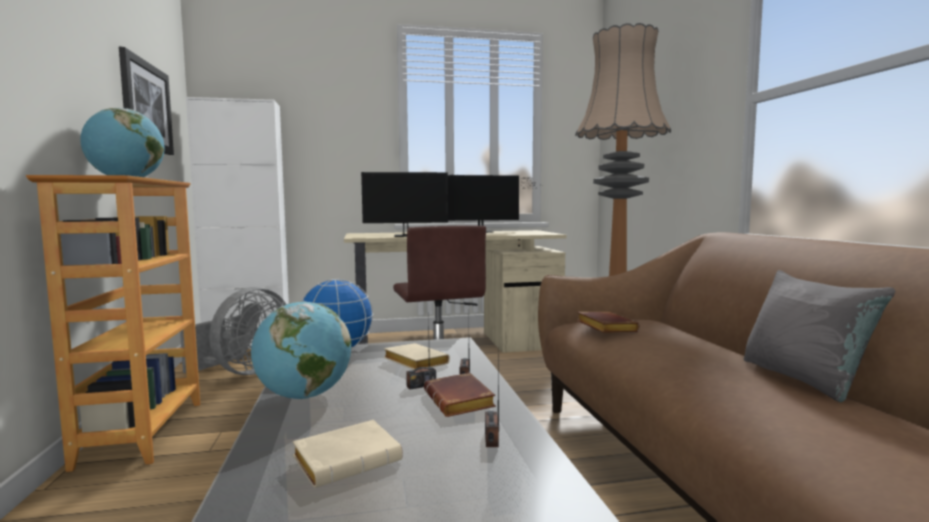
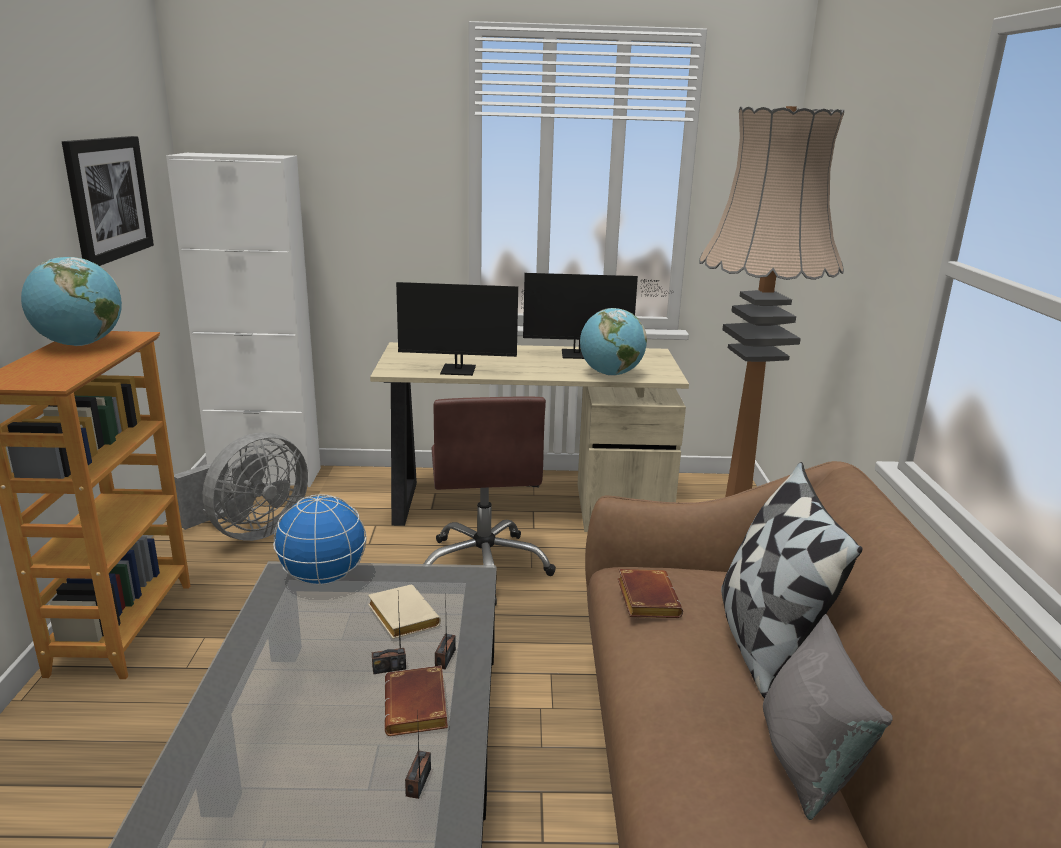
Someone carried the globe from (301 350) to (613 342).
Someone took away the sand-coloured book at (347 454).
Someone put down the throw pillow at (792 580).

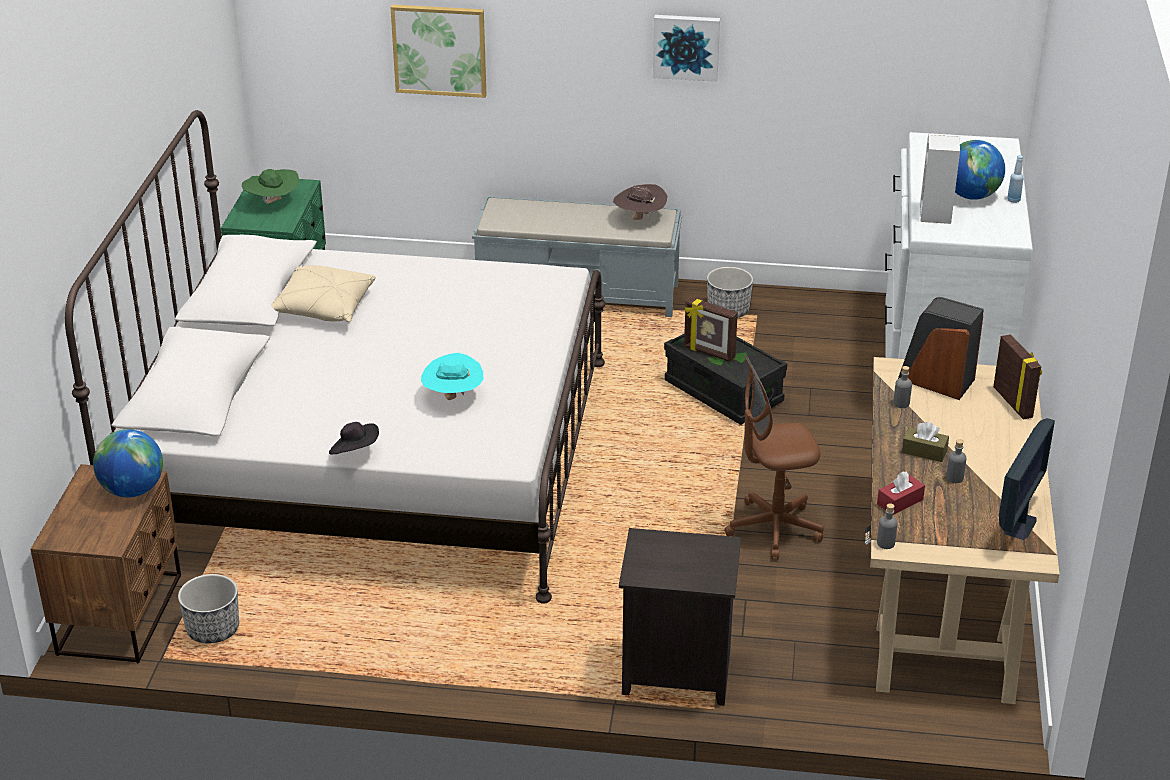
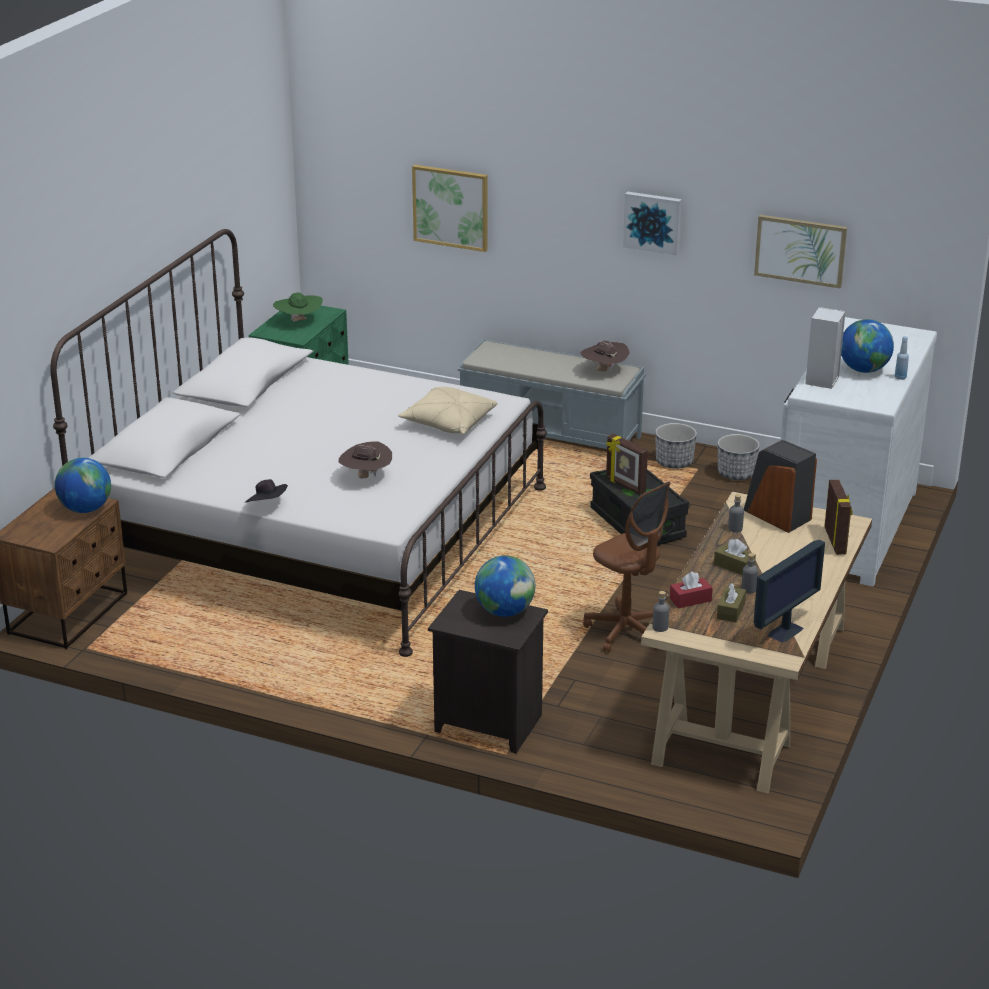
Someone carried the flower pot from (208 609) to (739 457).
Someone carried the sand-coloured throw pillow from (323 293) to (448 410).
Someone repainted the turquoise clothing hat at (452 376), which became the brownish clothing hat at (365 459).
Someone rotated the brownish office chair at (774 457) by 135 degrees counterclockwise.
Someone put down the globe at (505 586).
Someone put down the brownish tissue holder at (731 602).
Someone put up the wall picture at (800 251).

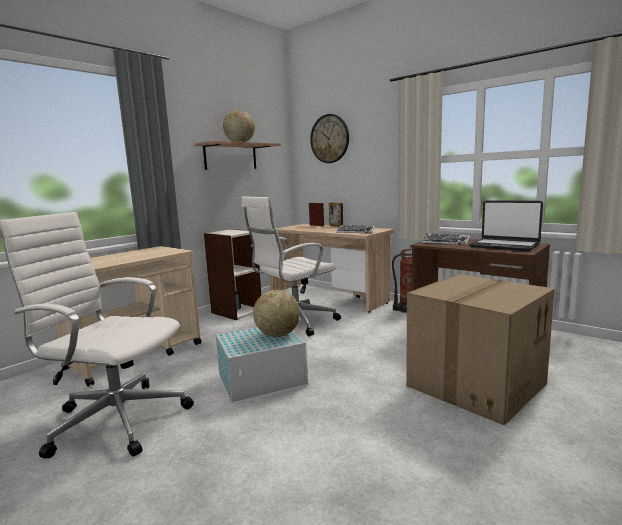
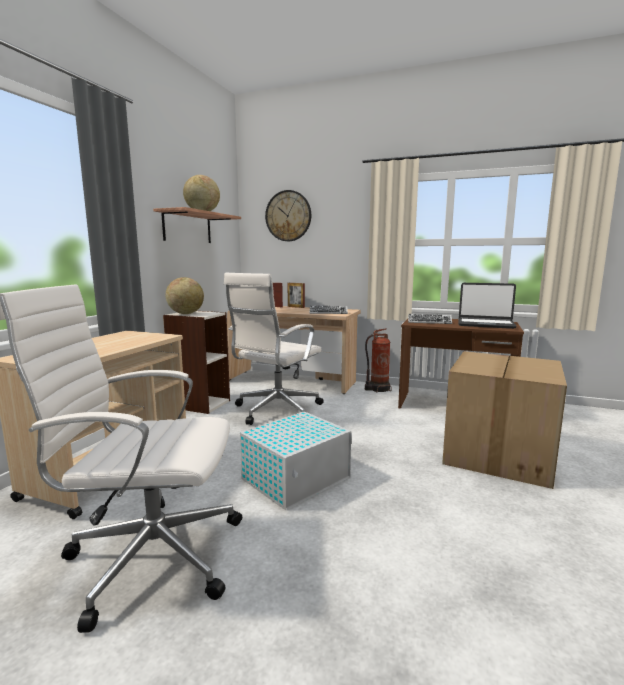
Someone carried the globe from (276 313) to (185 295).

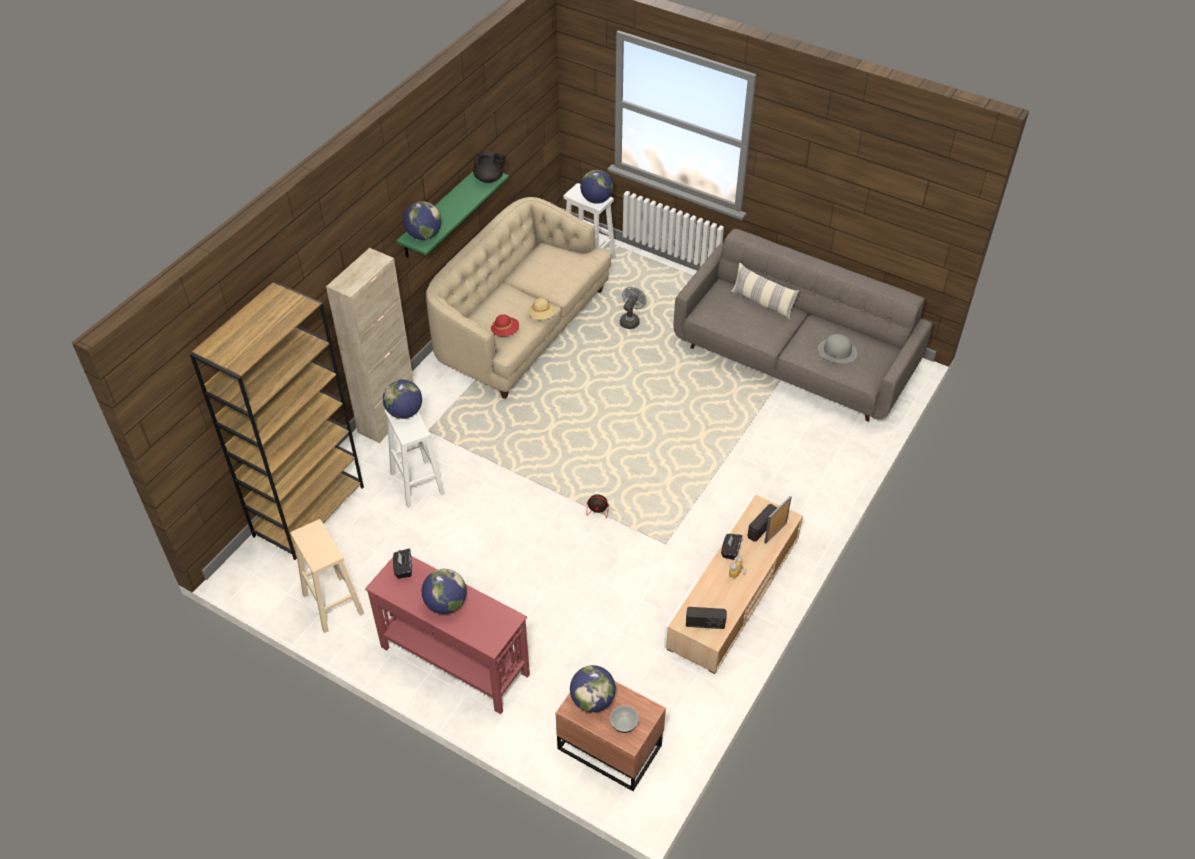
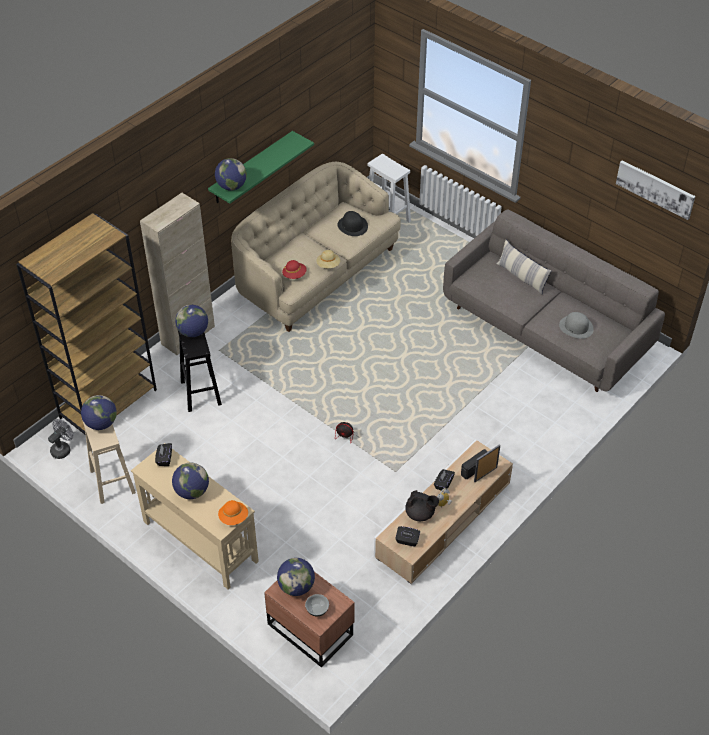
Someone repainted the red hall table at (447 632), which became the sand-coloured hall table at (195 516).
Someone repainted the white-coloured stool at (414 458), which became the black stool at (200 371).
Someone carried the black pot for tea from (489 167) to (422 505).
Someone carried the globe from (596 187) to (99 412).
Someone carried the grey electric fan from (633 308) to (61 439).
Someone swapped the radio set at (706 618) for the black tissue holder at (407 536).
Someone put down the orange-coloured clothing hat at (233 512).
Someone put down the black clothing hat at (352 223).
Someone put up the wall picture at (655 190).

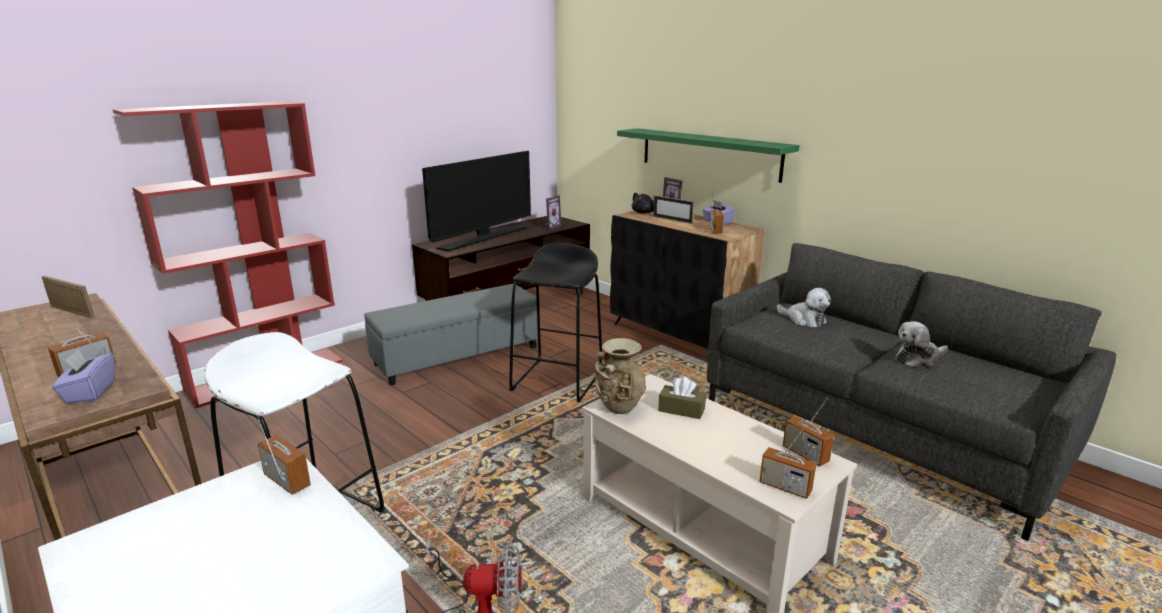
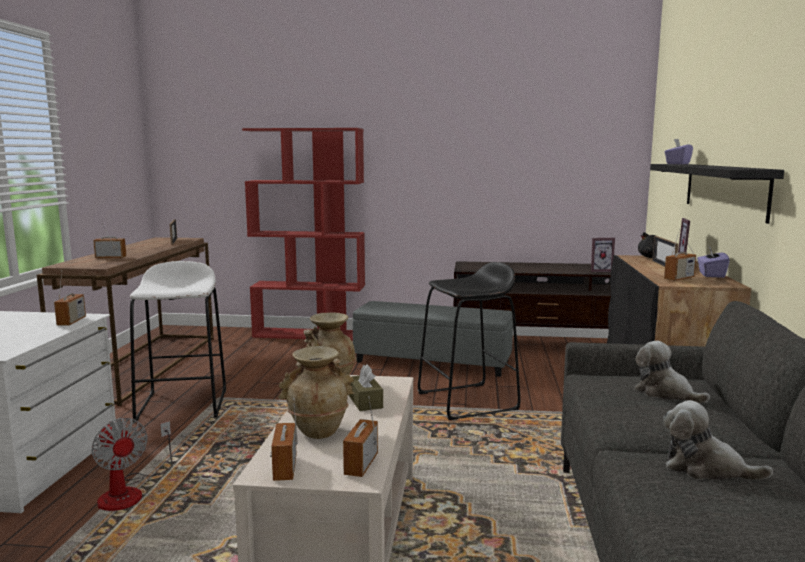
Someone carried the purple-coloured tissue holder from (83 376) to (679 151).
Someone took away the television at (476 201).
Someone repainted the greenish wall shelf at (708 155), which became the black wall shelf at (717 194).
Someone rotated the soft toy at (804 307) by 135 degrees clockwise.
Someone put down the sand-coloured decorative vase at (316 392).

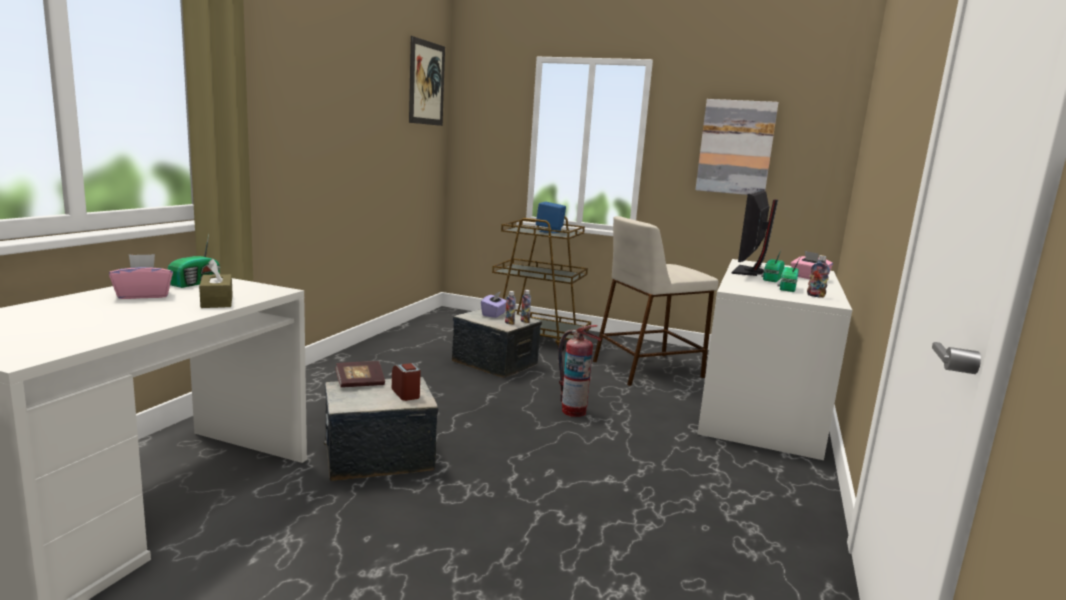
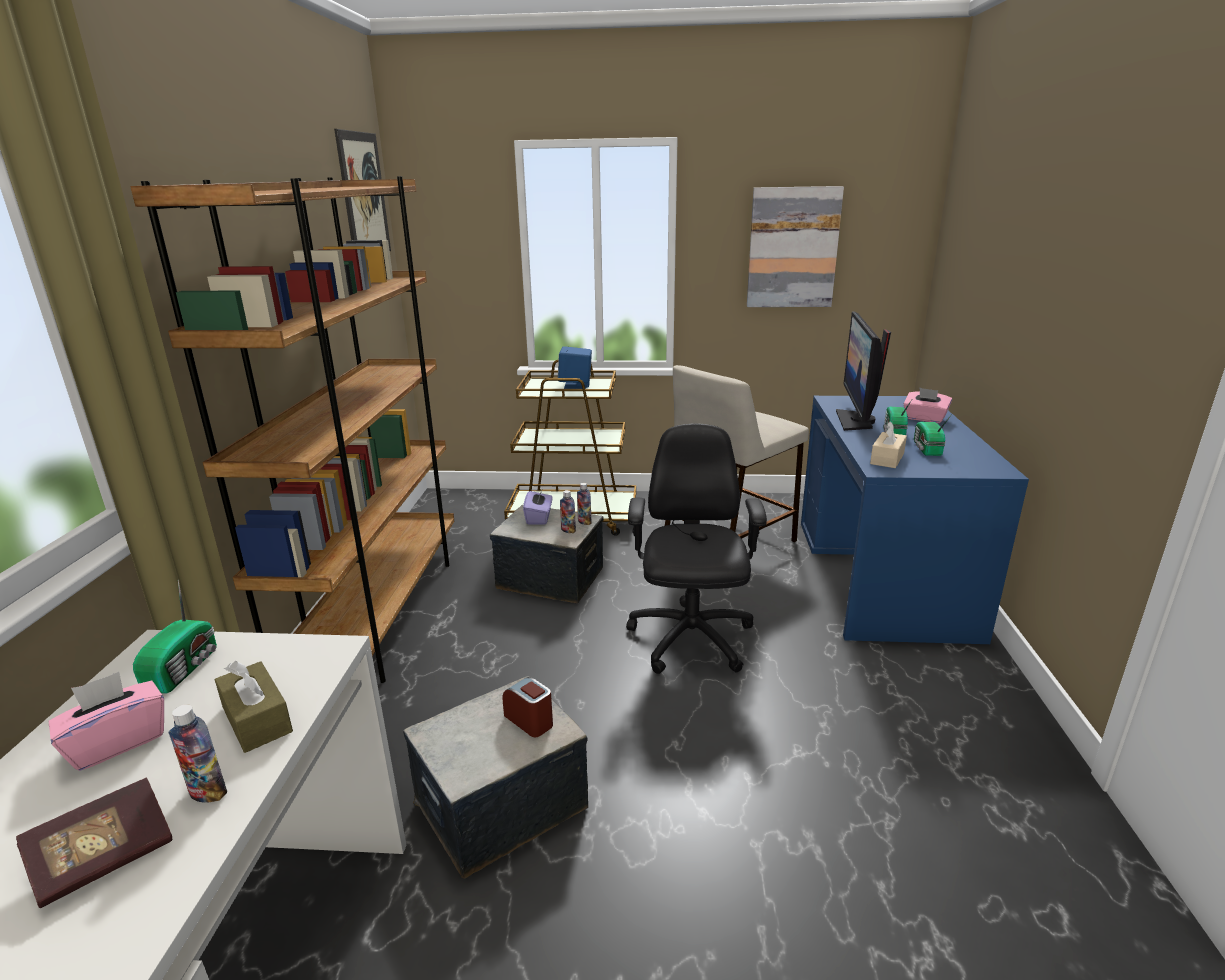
Someone carried the book from (360 374) to (94 842).
Someone swapped the extinguisher at (579 371) for the black office chair at (696 548).
Someone repainted the white-coloured desk table at (774 359), which became the bluish desk table at (915 520).
Someone carried the drink bottle from (818 276) to (198 753).
Someone put down the brownish shelving unit at (292 429).
Someone put down the sand-coloured tissue holder at (888 444).

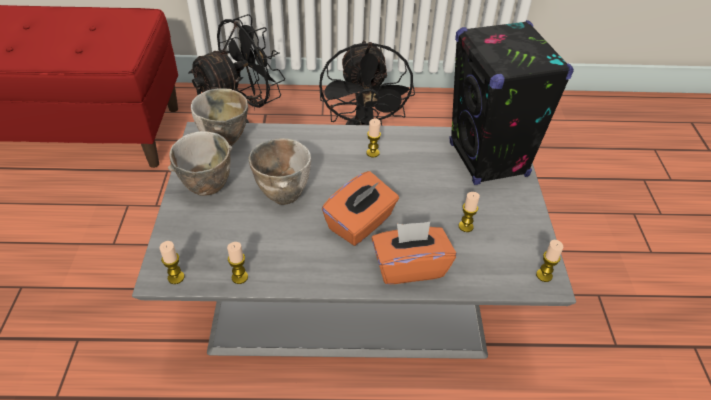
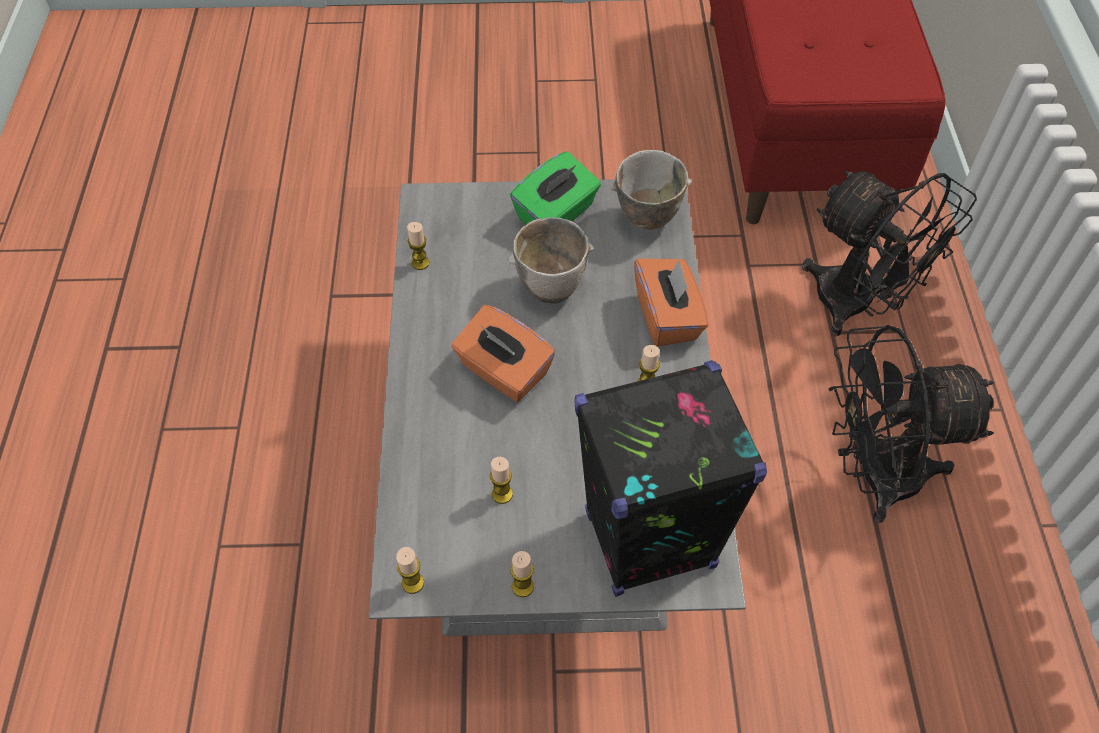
Someone carried the wax candle from (172 262) to (522 574).
Someone swapped the serving bowl at (200 163) for the greenish tissue holder at (555 188).
Someone carried the orange-coloured tissue holder from (413 253) to (671 302).

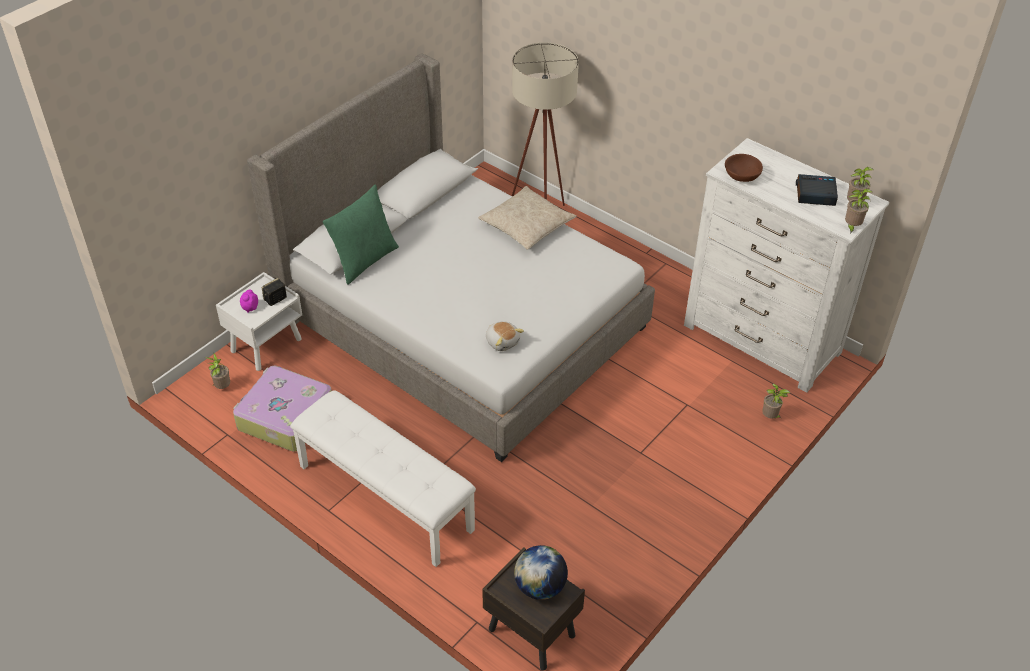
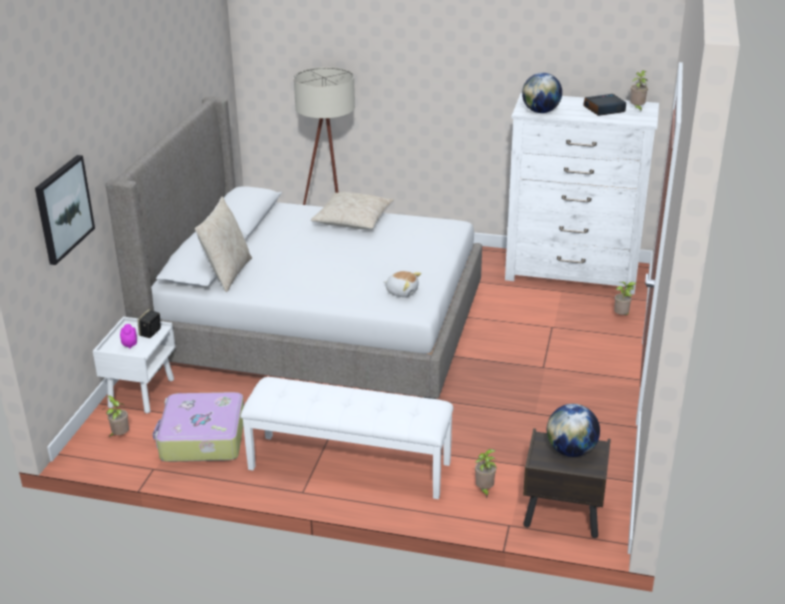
Someone repainted the greenish throw pillow at (361 234), which became the sand-coloured throw pillow at (223 244).
Someone swapped the brownish serving bowl at (744 168) for the globe at (542 93).
Someone carried the plant in a pot from (858 211) to (486 473).
Someone put up the wall picture at (65 210).

